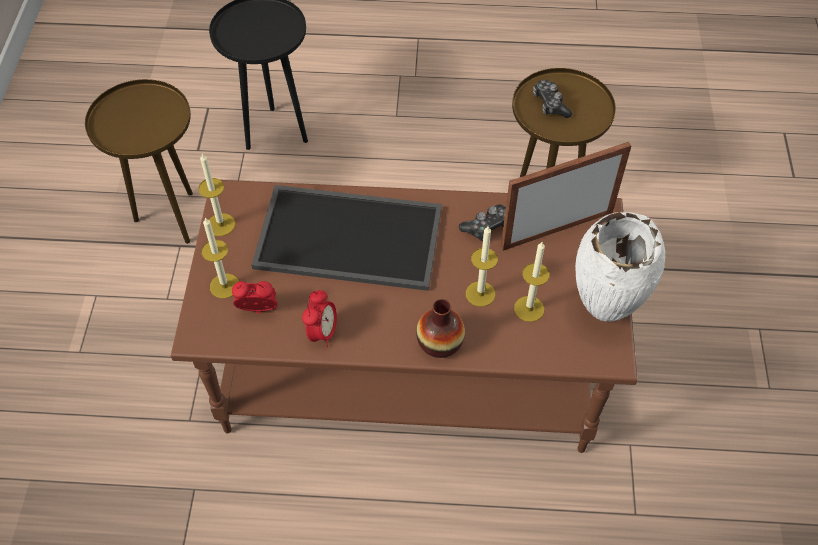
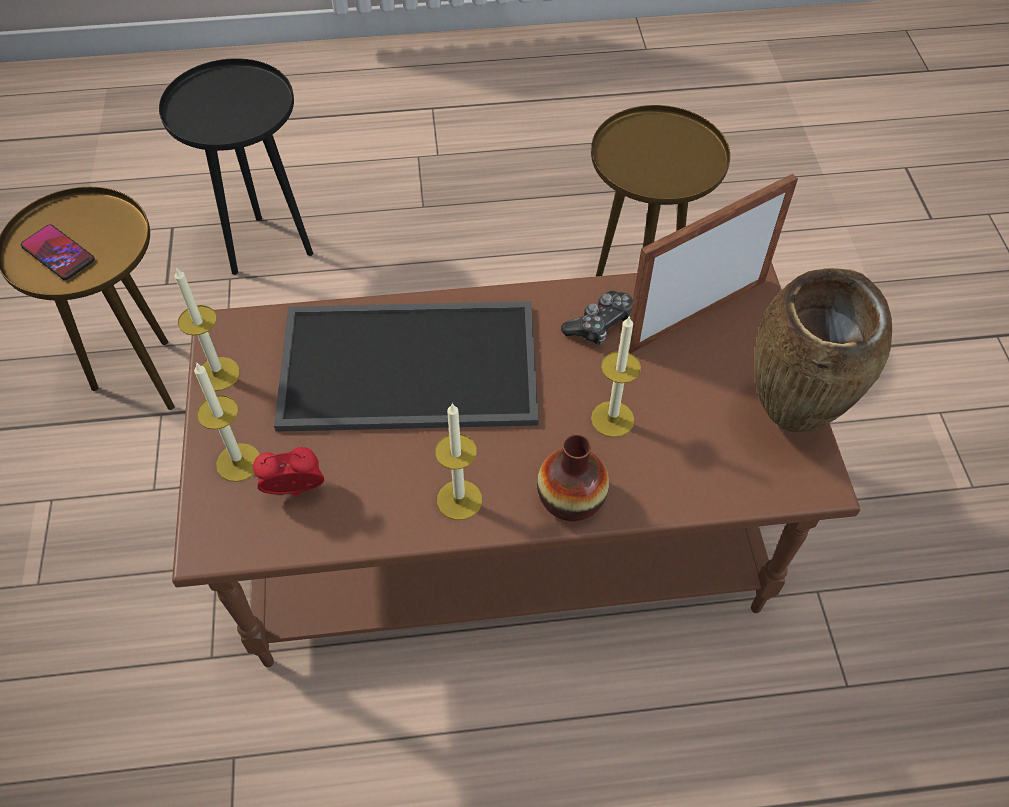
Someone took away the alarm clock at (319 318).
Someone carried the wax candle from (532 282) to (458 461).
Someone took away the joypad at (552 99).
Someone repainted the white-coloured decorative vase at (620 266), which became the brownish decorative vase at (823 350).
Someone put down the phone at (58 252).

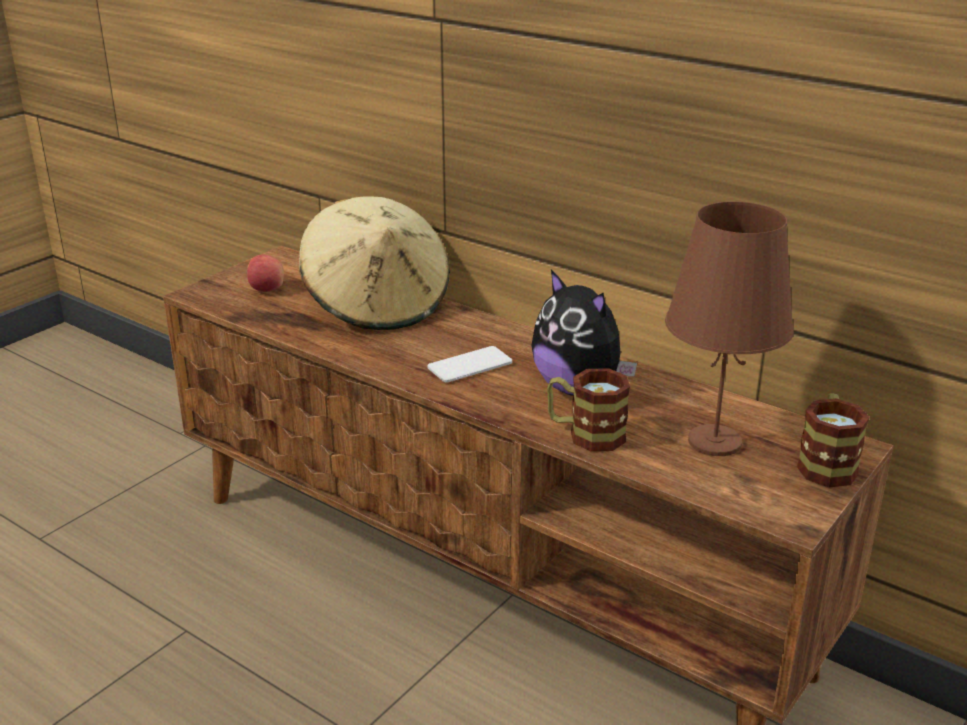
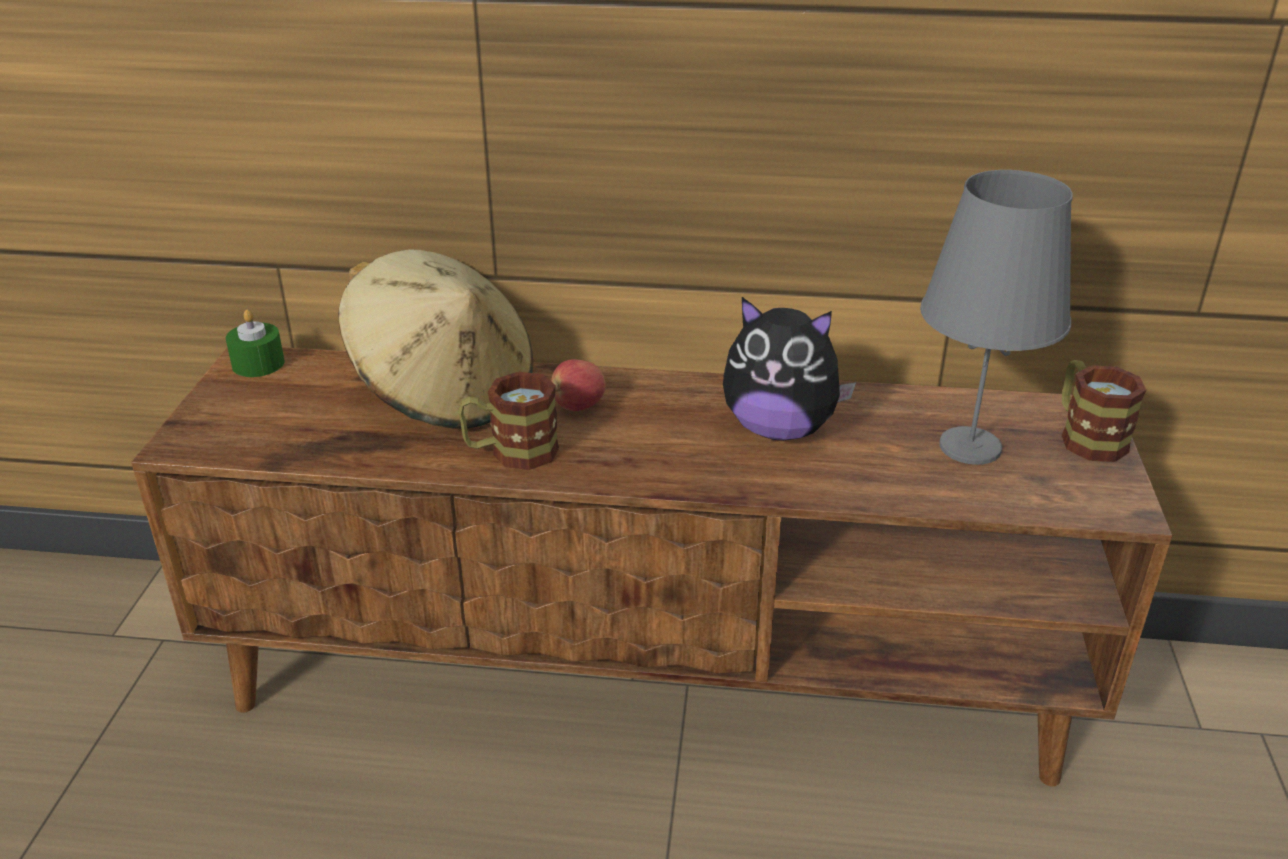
Someone carried the whole apple from (265 273) to (578 385).
Someone took away the phone at (470 364).
Someone carried the tea mug from (588 410) to (508 421).
Someone repainted the brownish lamp for a table at (729 328), which became the grey lamp for a table at (996 317).
Someone put down the greenish wax candle at (255 343).

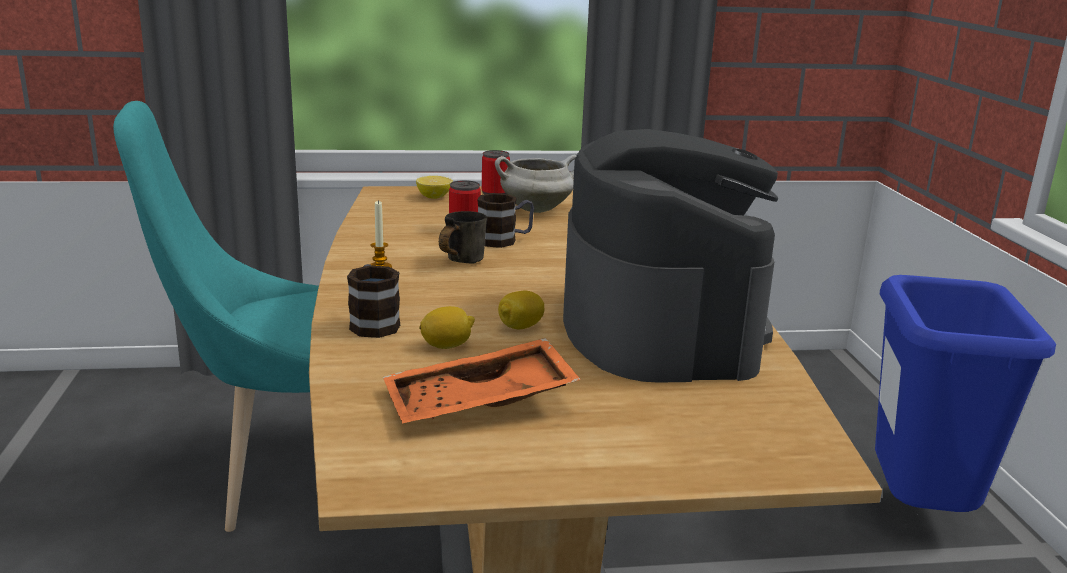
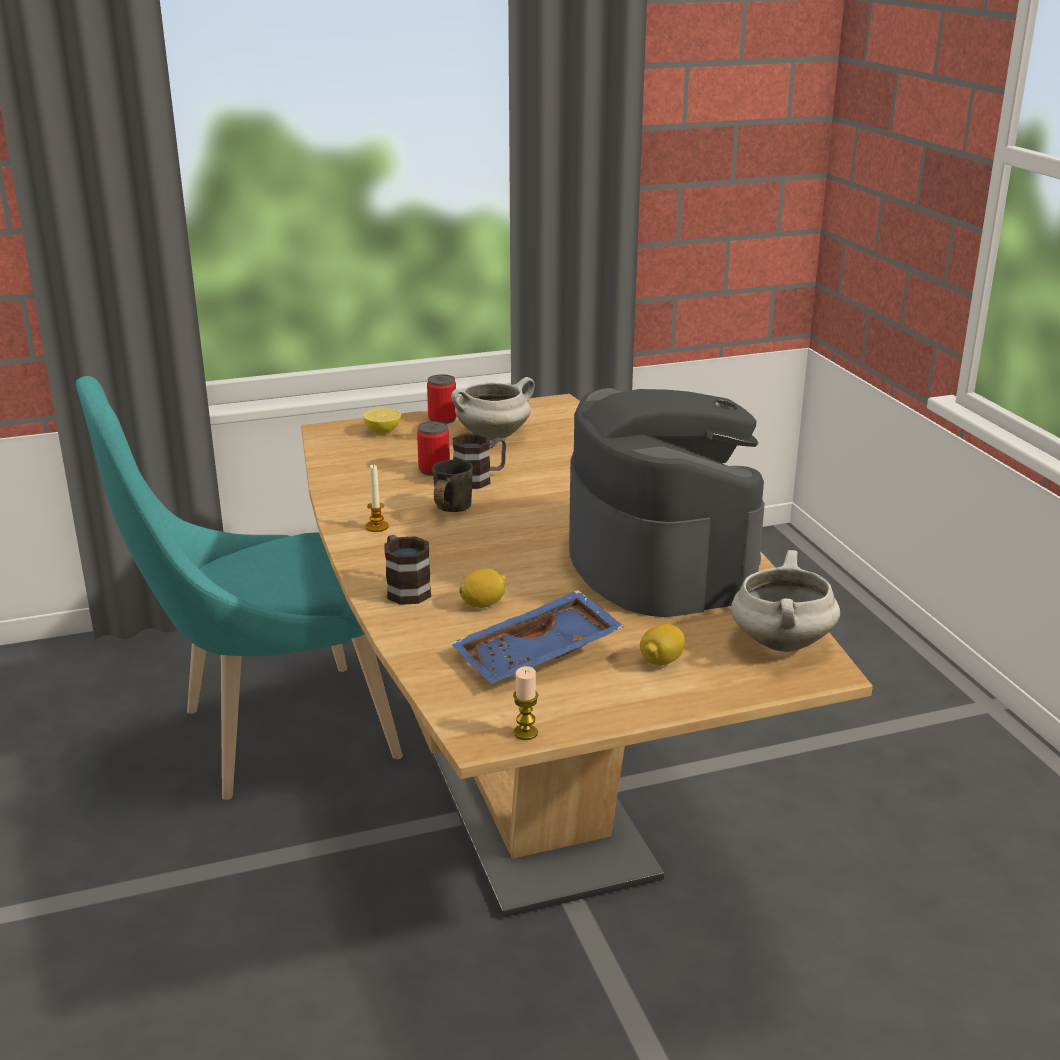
Someone repainted the orange-coloured carrying tray at (482 381), which became the bluish carrying tray at (537 637).
Someone carried the lemon from (521 310) to (662 645).
Someone took away the bluish rubbish bin at (965 393).
Someone put down the wax candle at (525 703).
Someone put down the white-coloured saucepot at (785 601).

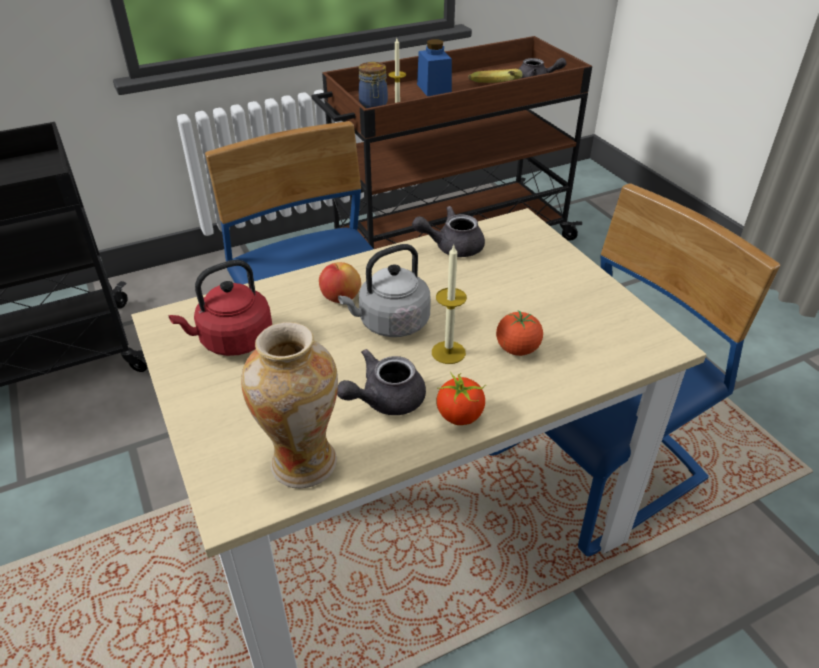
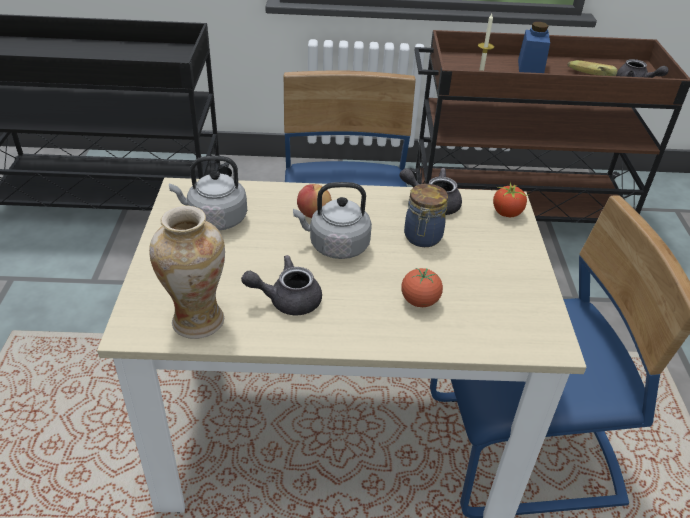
Someone repainted the red water kettle at (220 308), which became the grey water kettle at (208 193).
Someone carried the preserve jar from (373 85) to (426 215).
Someone took away the wax candle at (449 304).
Someone carried the whole tomato from (461 399) to (511 199).

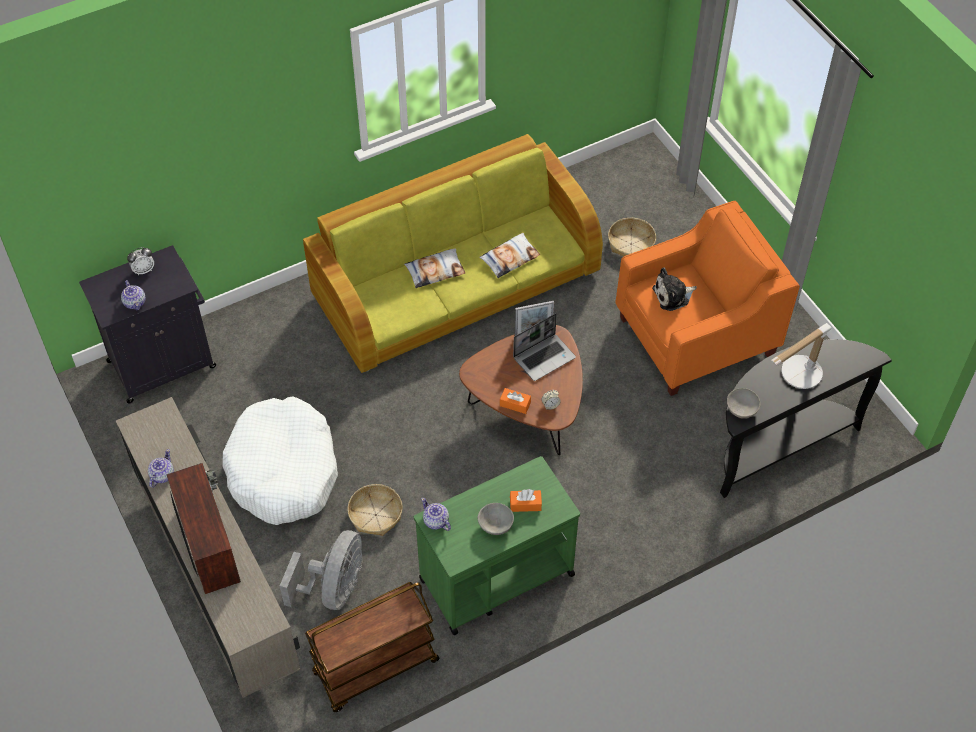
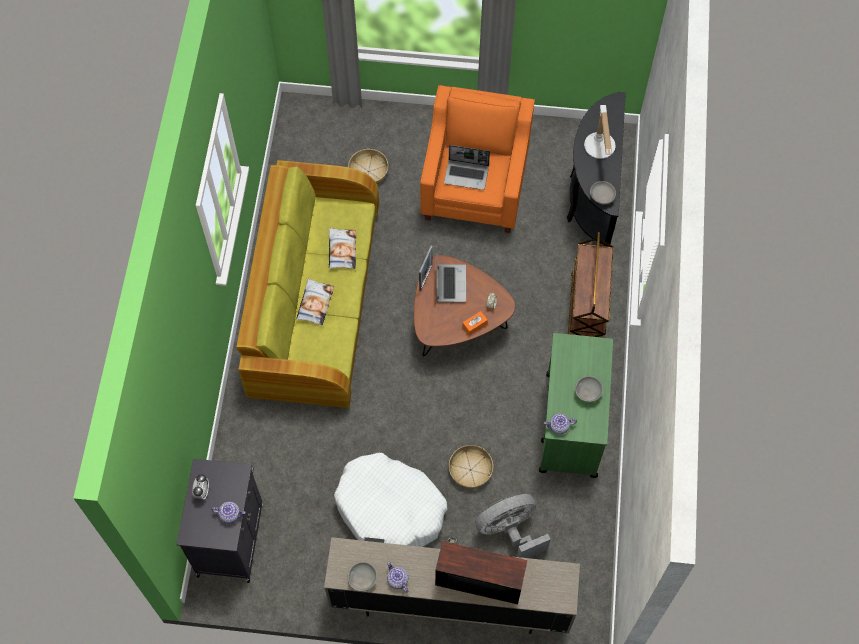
Someone rotated the grey electric fan at (321 570) by 75 degrees counterclockwise.
Someone carried the brownish trolley from (372 647) to (591 285).
Someone took away the orange-coloured tissue holder at (526 500).
Someone swapped the soft toy at (674 289) for the laptop at (467 167).
Someone put down the grey serving bowl at (362 576).

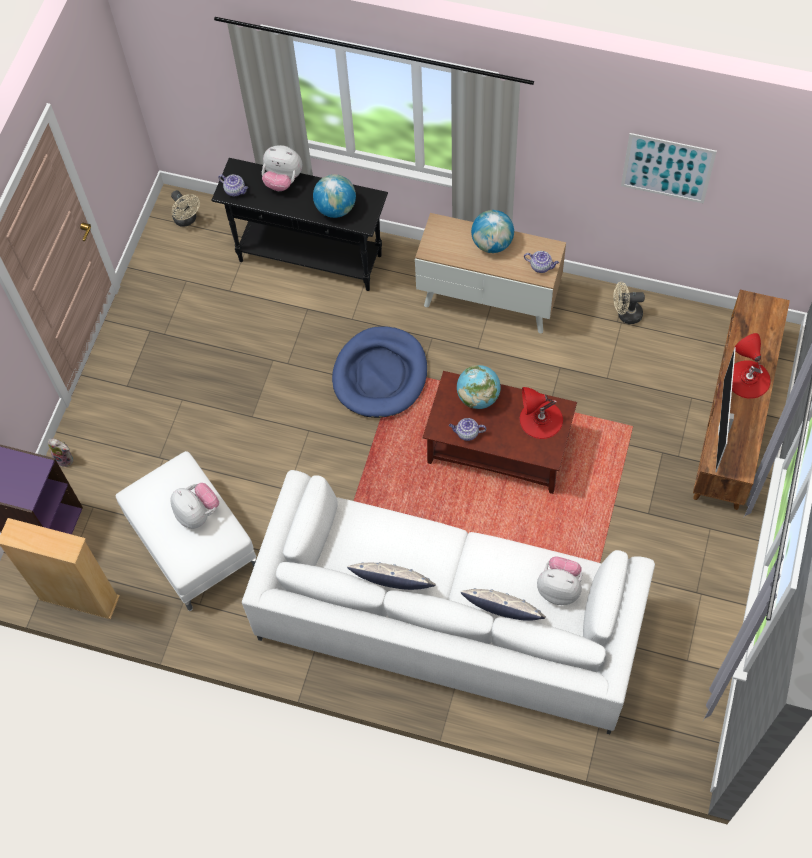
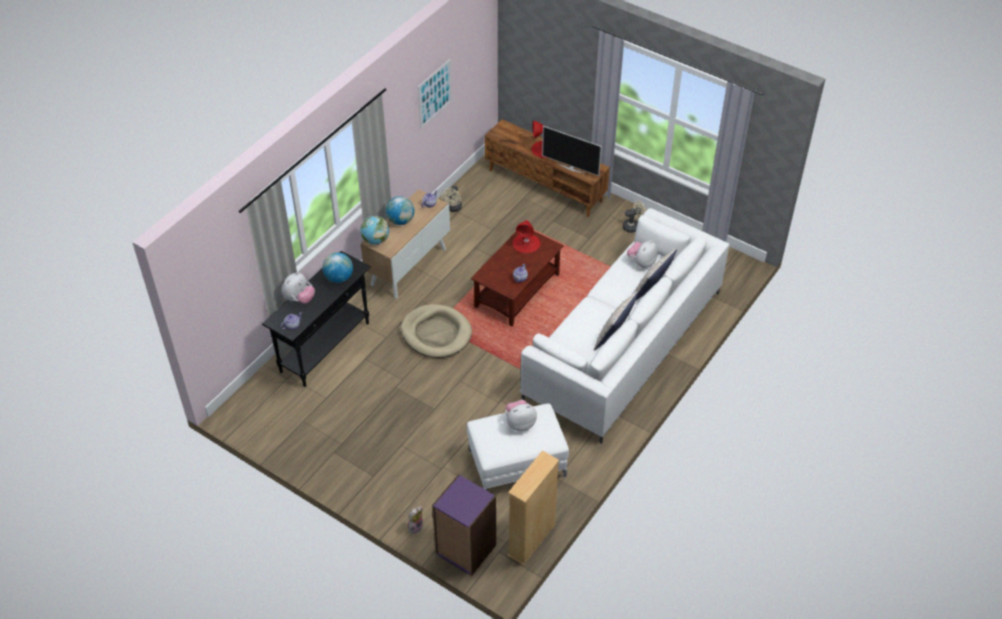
Someone carried the sand-coloured electric fan from (185 208) to (634 216).
Someone repainted the bluish pet bed at (379 372), which became the sand-coloured pet bed at (436 331).
Someone carried the globe from (479 387) to (374 230).

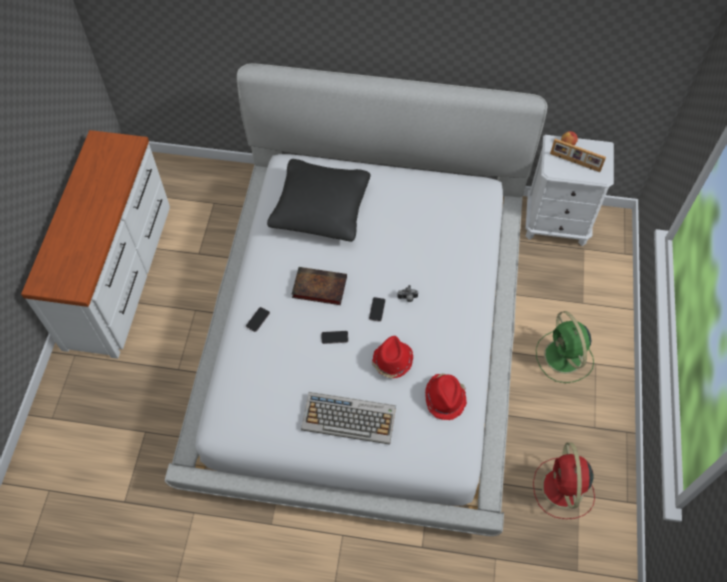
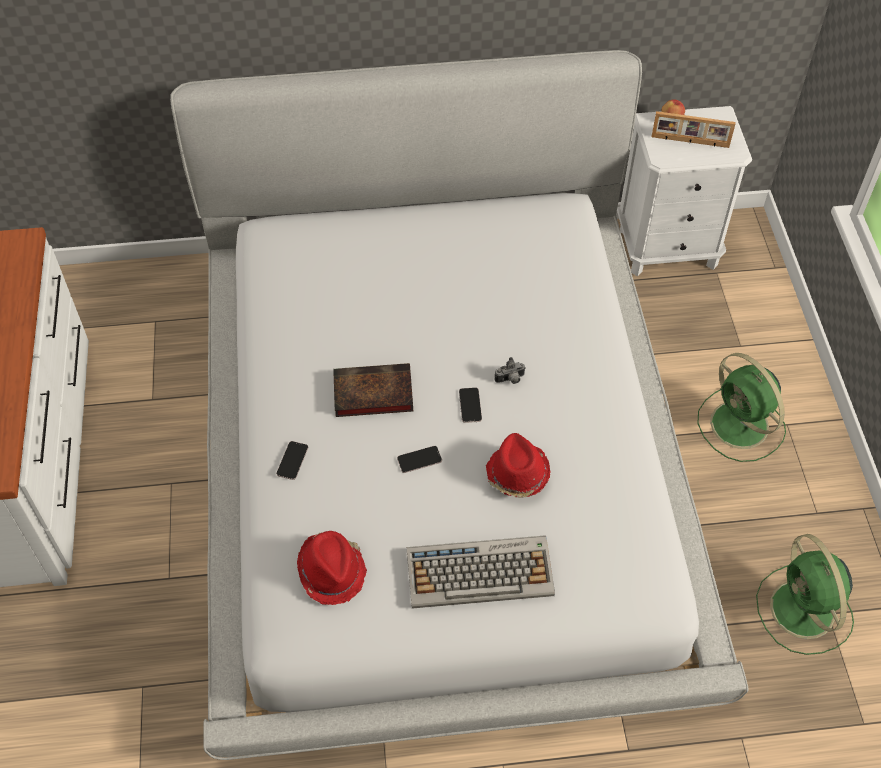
Someone took away the black throw pillow at (319 200).
Someone carried the red clothing hat from (446 396) to (332 568).
Someone repainted the red electric fan at (564 481), which became the greenish electric fan at (805 594).

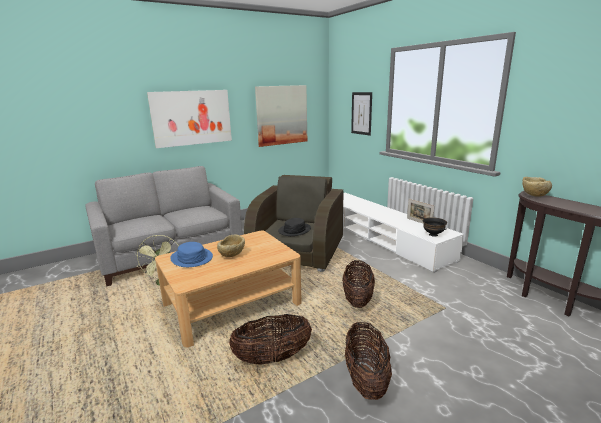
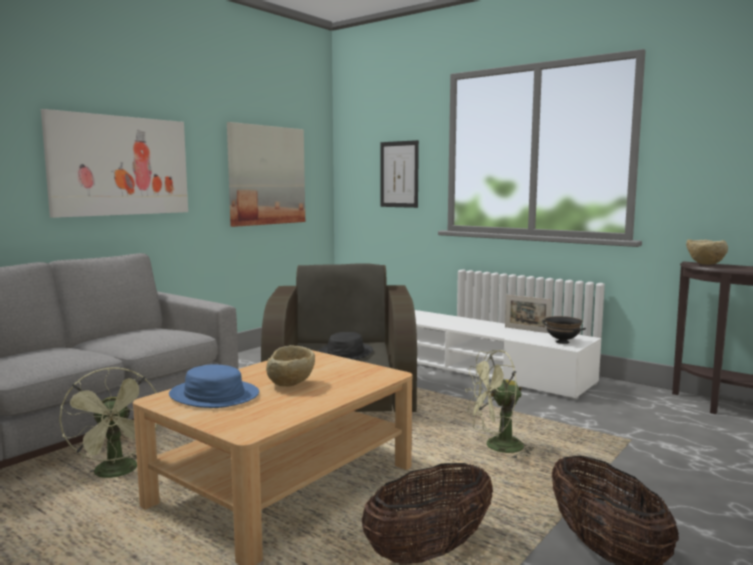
Someone swapped the basket at (358 284) for the greenish electric fan at (501 404).

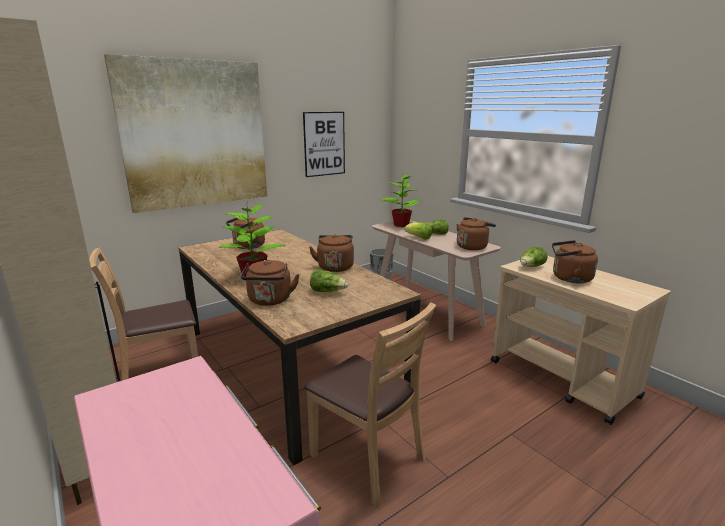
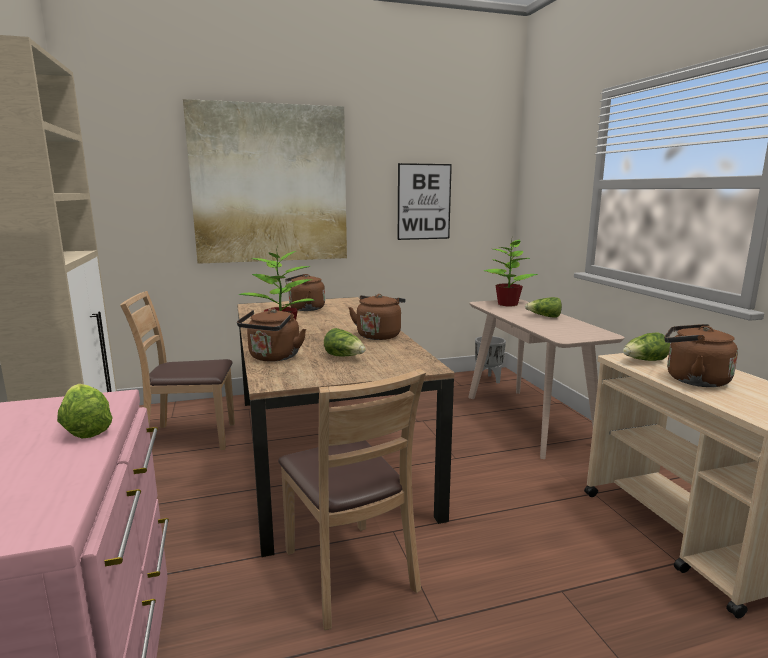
Someone carried the lettuce head from (418 231) to (84 411).
Someone took away the brownish water kettle at (476 233).

